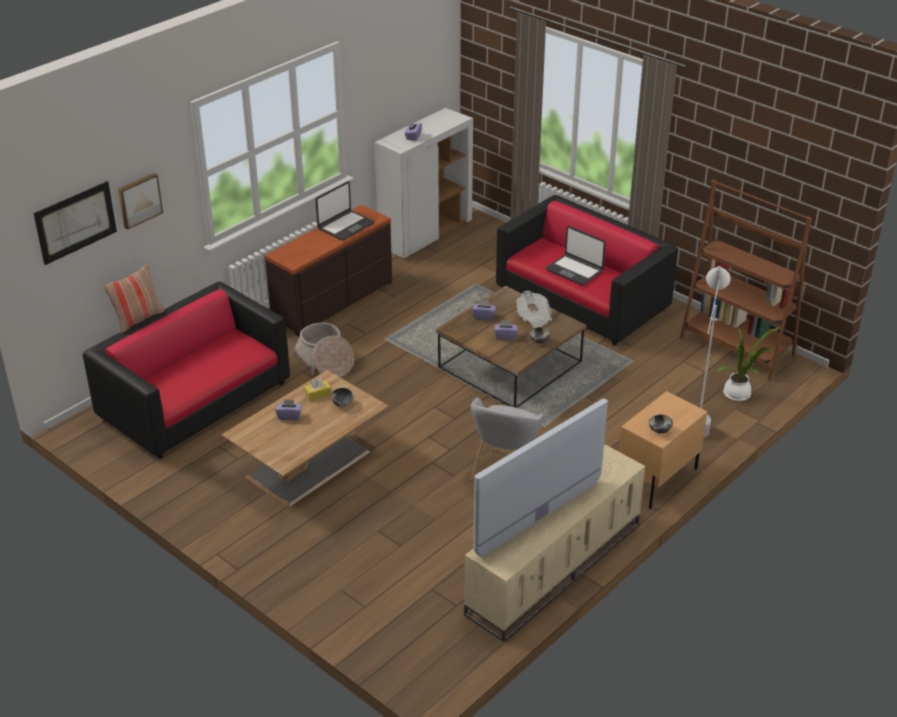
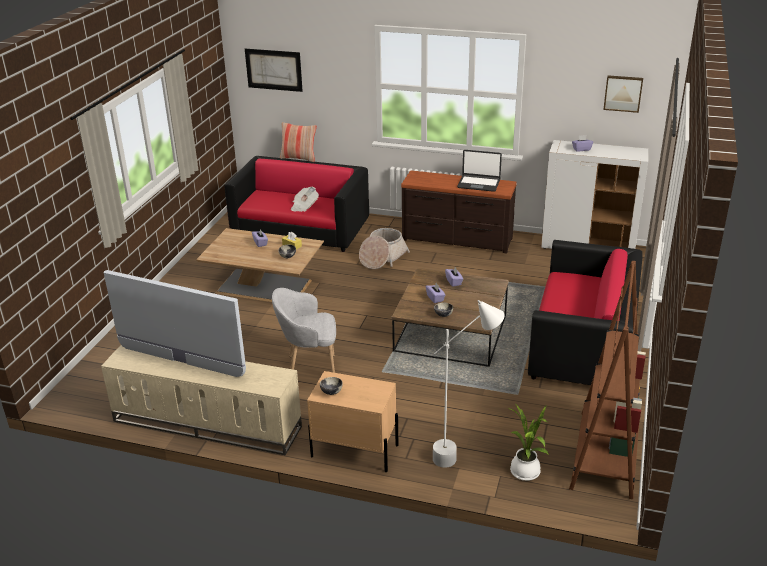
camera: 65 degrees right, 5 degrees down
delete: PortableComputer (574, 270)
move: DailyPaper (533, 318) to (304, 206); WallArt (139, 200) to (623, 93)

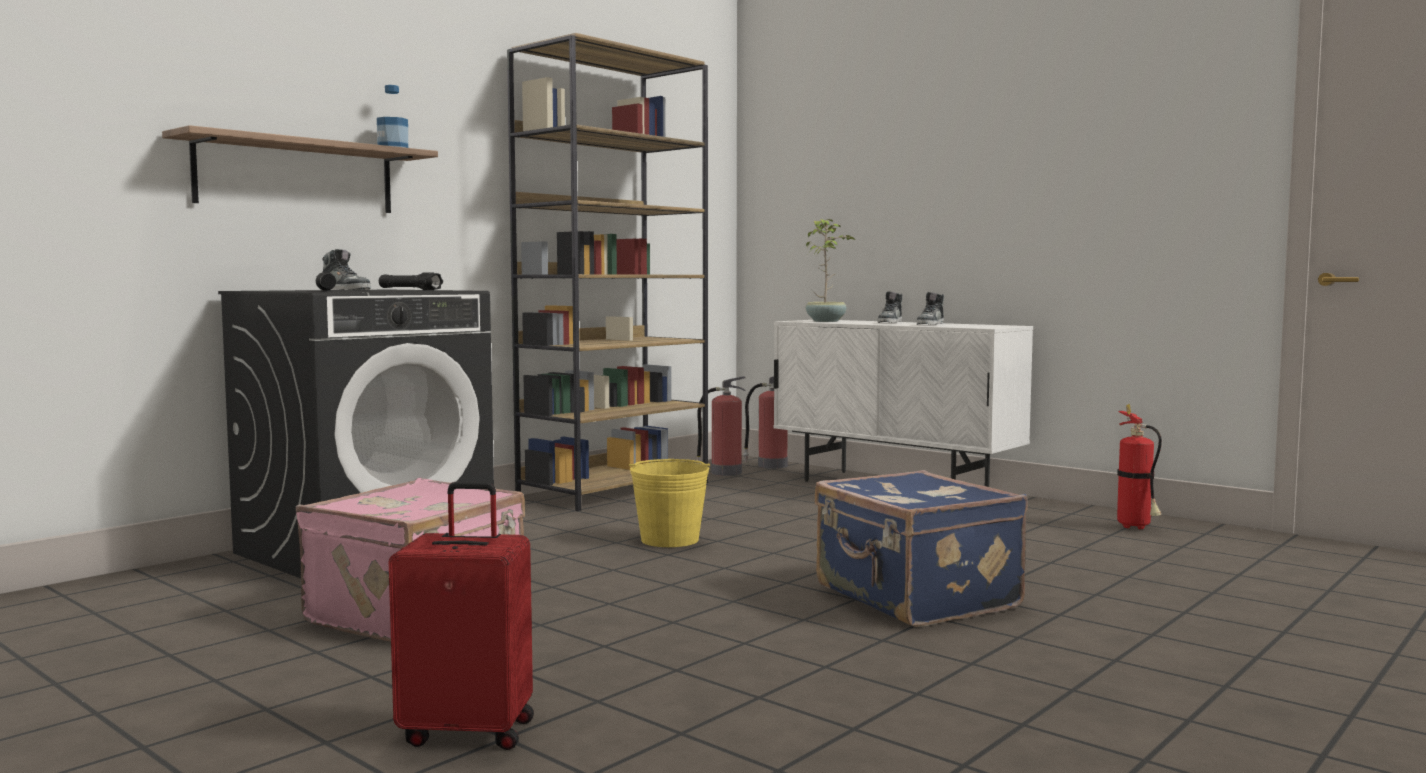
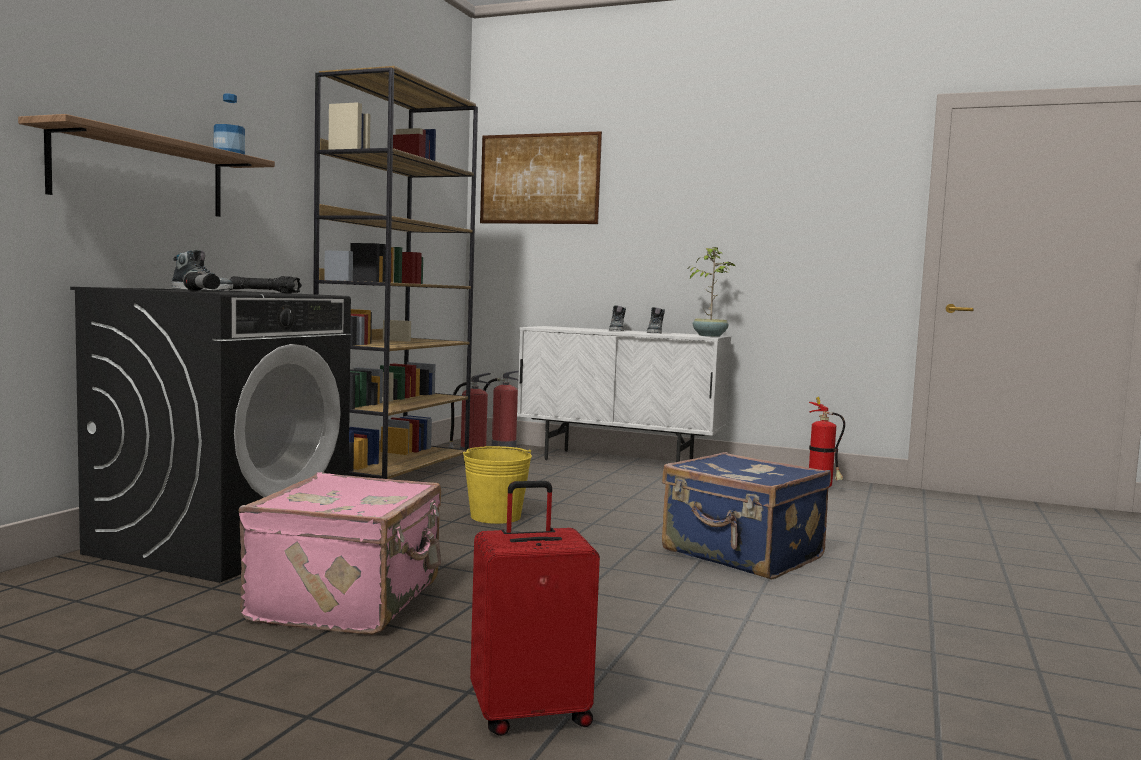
camera: 20 degrees left, 0 degrees up
insert: WallArt (539, 179)
move: PlantInAPot (826, 321) to (710, 336)

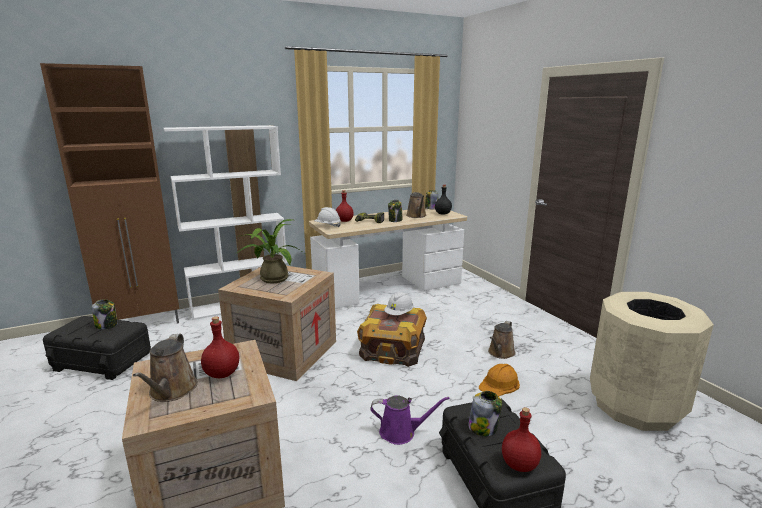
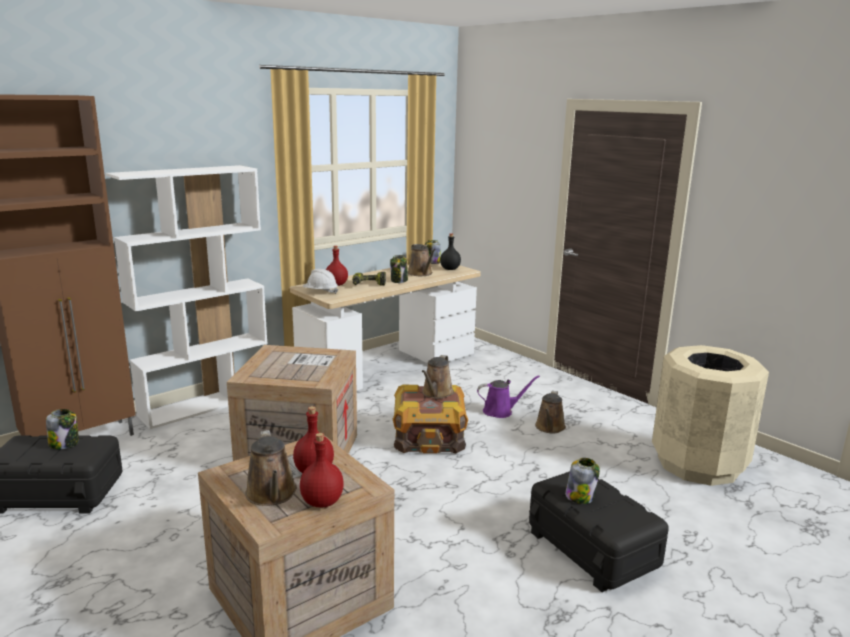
camera: 15 degrees left, 0 degrees up
delete: PlantInAPot (271, 278); OrangeyHardHat (499, 384)
move: RedColouredBeverageBottle (518, 464) to (321, 501); PurpleColouredWateringPot (401, 432) to (500, 411)
replace: WhiteColouredHardHat (399, 314) to BrownishWateringPot (436, 393)

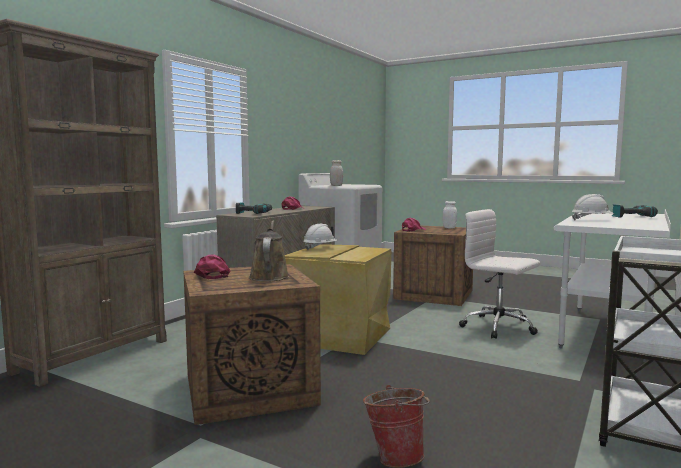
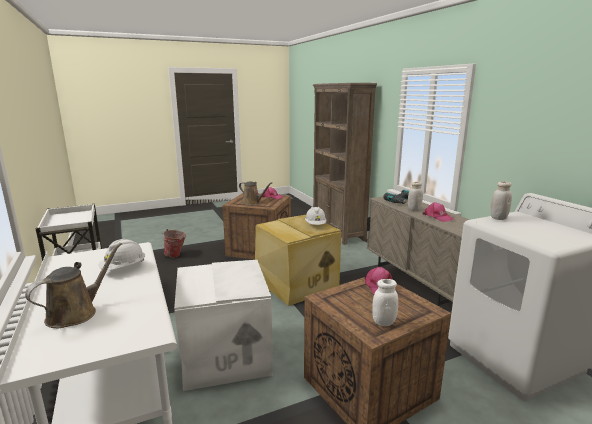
camera: 125 degrees right, 10 degrees up
insert: WhiteColouredJar (414, 209)
replace: PowerDrill (630, 216) to BrownishWateringPot (76, 313); WhiteColouredDeskChair (499, 327) to WhiteColouredStorageBox (224, 356)

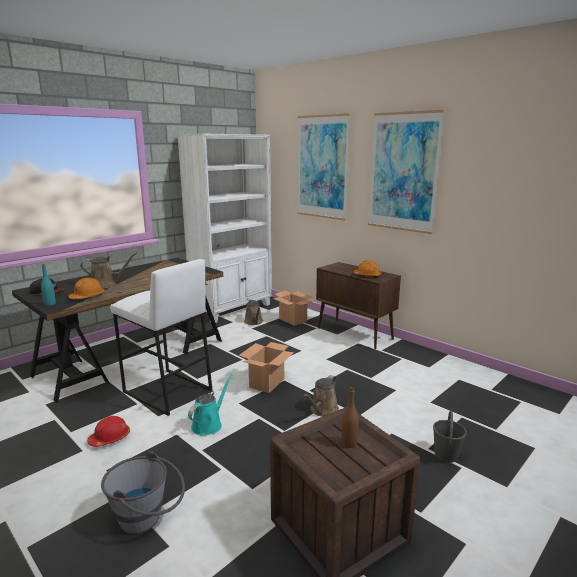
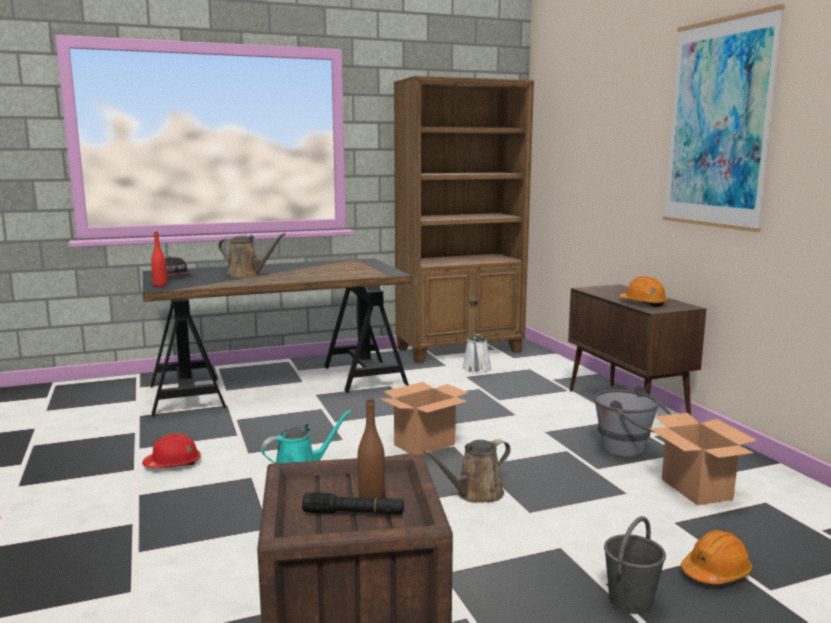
camera: 25 degrees right, 5 degrees down
delete: WhiteColouredStoolSeat (167, 391); WallArt (322, 167)
insert: BlackTorch (354, 513)
move: GreyPail (148, 519) to (631, 450); CardboardBox (293, 320) to (697, 489); OrangeyHardHat (87, 297) to (715, 572)
recolor: TurquoiseBeverageBottle (50, 304) to RedColouredBeverageBottle (160, 285); WhiteColouredBookcase (232, 309) to BrownishBookcase (460, 350); BrownishWateringPot (254, 322) to WhiteColouredWateringPot (476, 370)

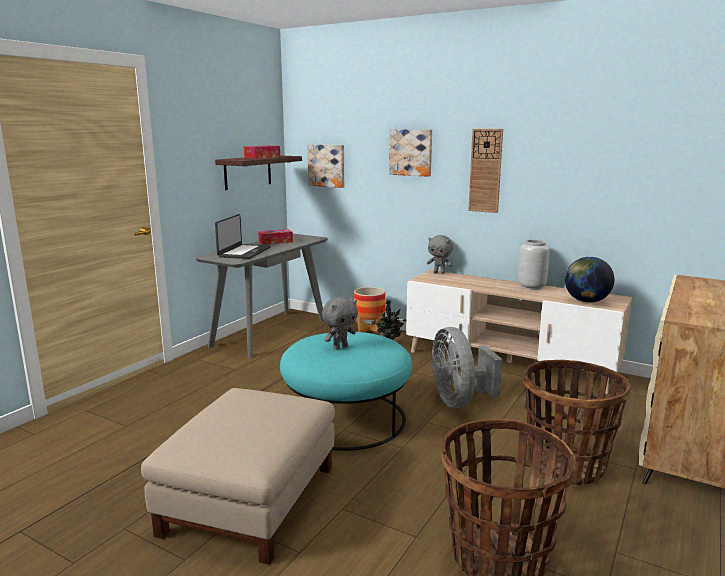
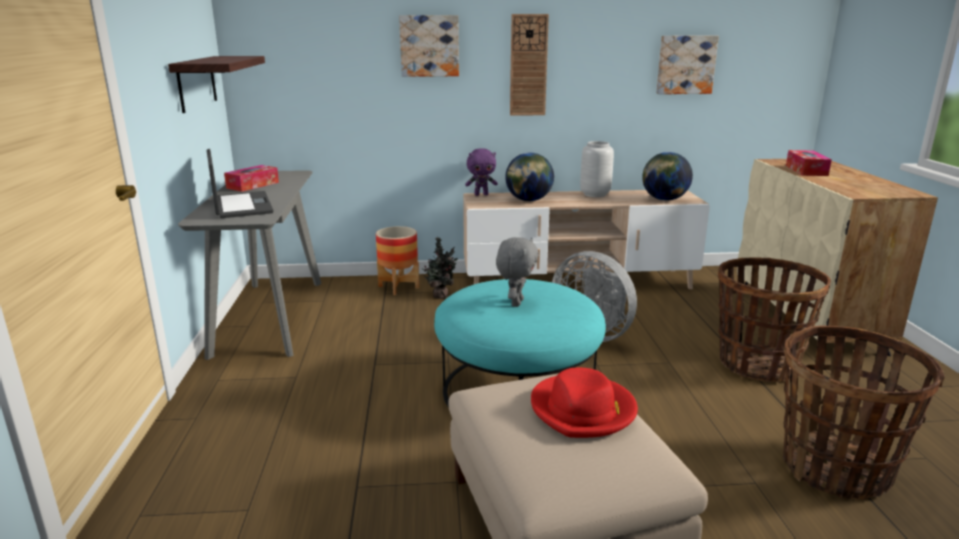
camera: 35 degrees left, 5 degrees up
insert: Globe (528, 200); RedColouredWearableHat (583, 410)
move: WallArt (327, 165) to (685, 64); TissueBox (262, 157) to (806, 170)
recolor: GreyPlushToy (439, 272) to PurpleColouredPlushToy (481, 194)

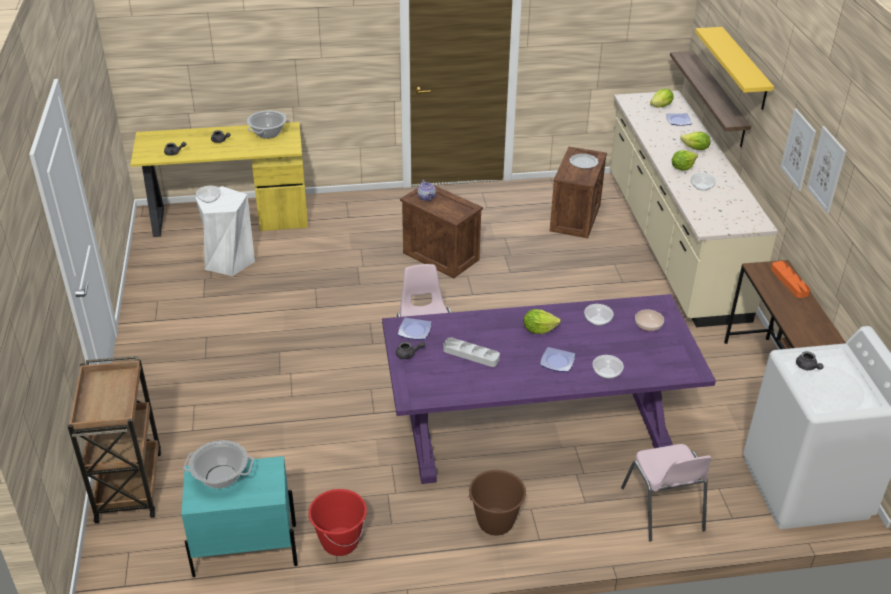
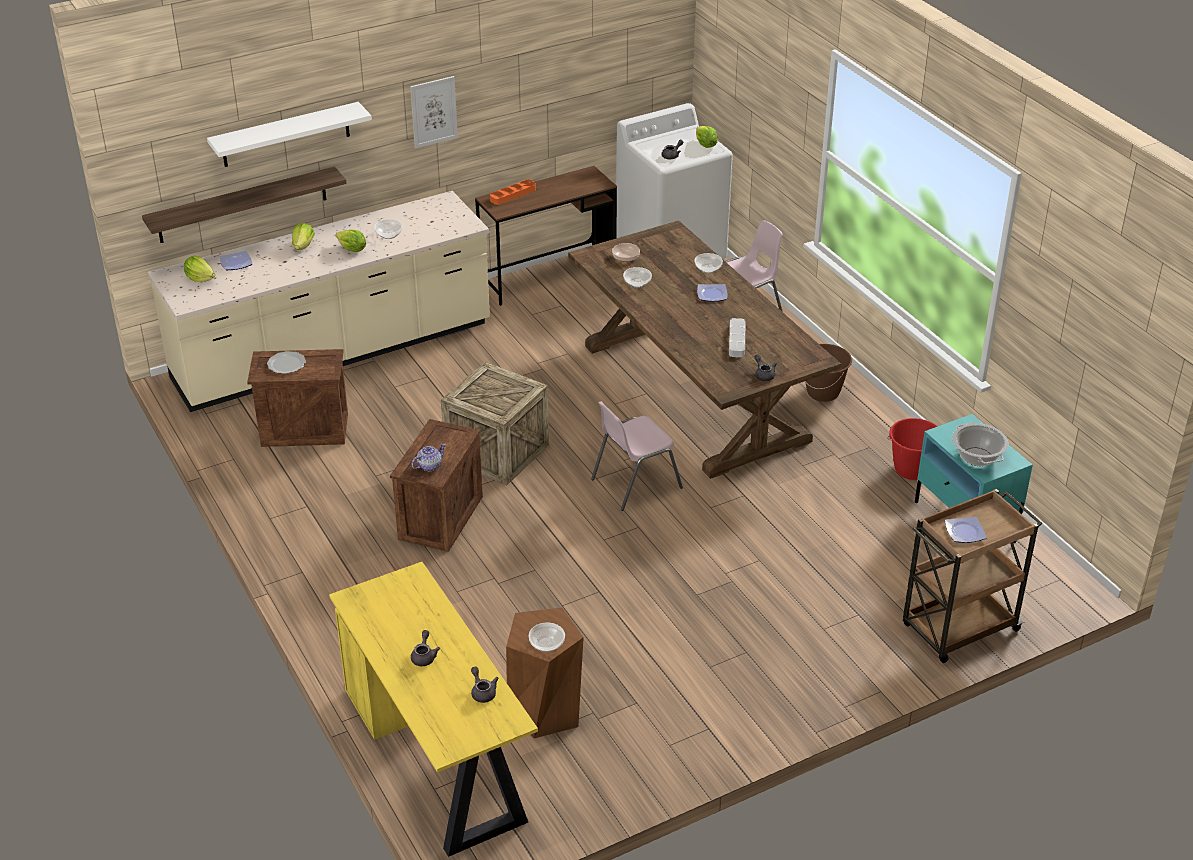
camera: 110 degrees left, 0 degrees up
delete: CookingPot (268, 133); WallArt (826, 169)
insert: Crate (497, 452)
move: Lettuce (539, 329) to (705, 145); FlatDish (414, 331) to (965, 532)
recolor: YellowWallShelf (744, 69) to WhiteColouredWallShelf (285, 135); WhiteColouredStoolSeat (229, 261) to BrownishStoolSeat (546, 710); PurpleColouredDiningTable (536, 427) to BrownishDiningTable (693, 392)

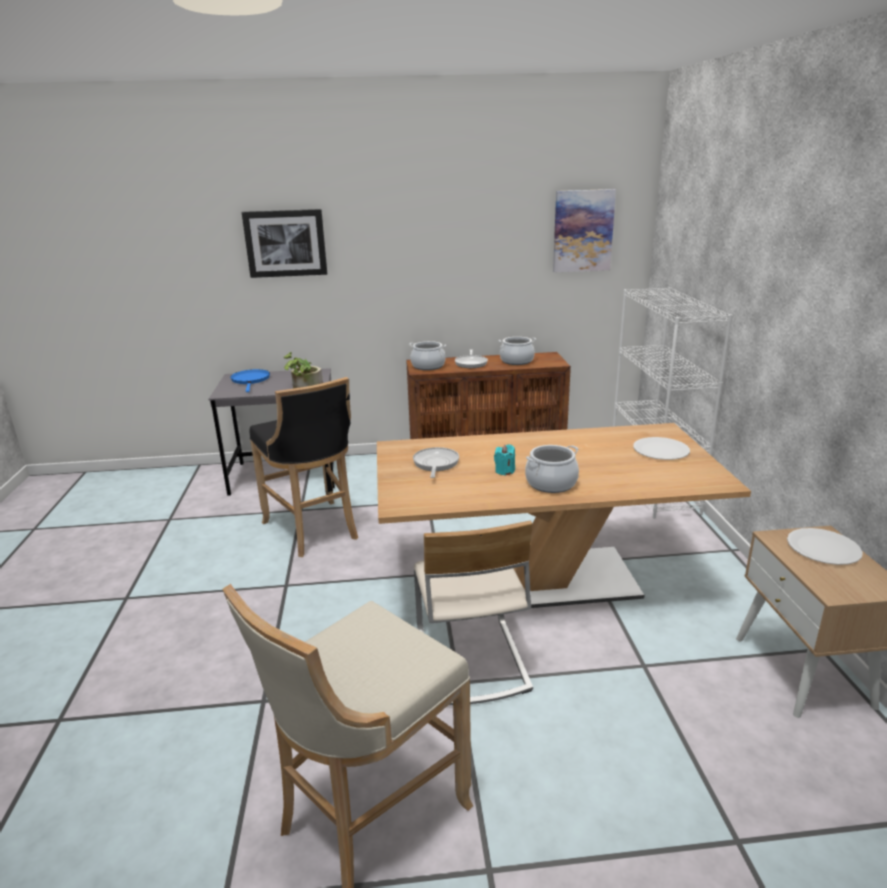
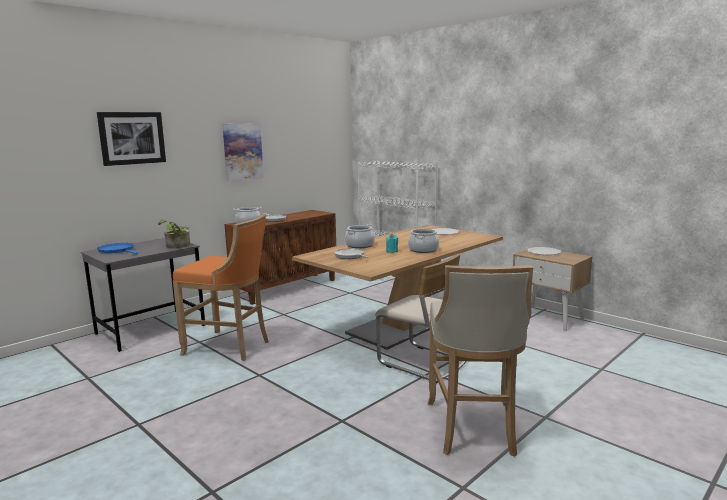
camera: 40 degrees left, 10 degrees down
move: WallArt (583, 231) to (242, 151); CookingPot (517, 361) to (360, 245)
recolor: BlackStoolSeat (314, 531) to OrangeyStoolSeat (230, 347)

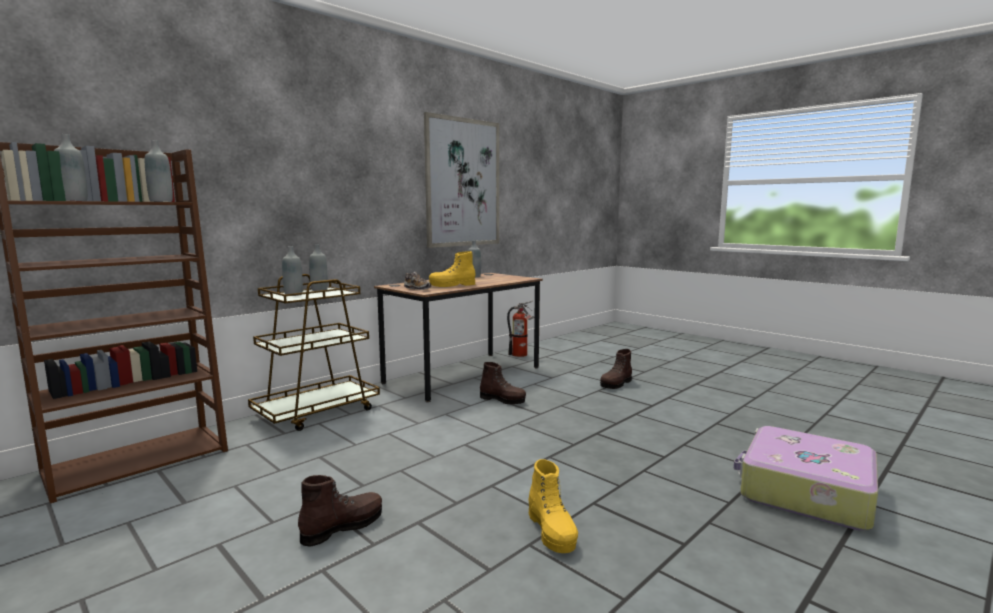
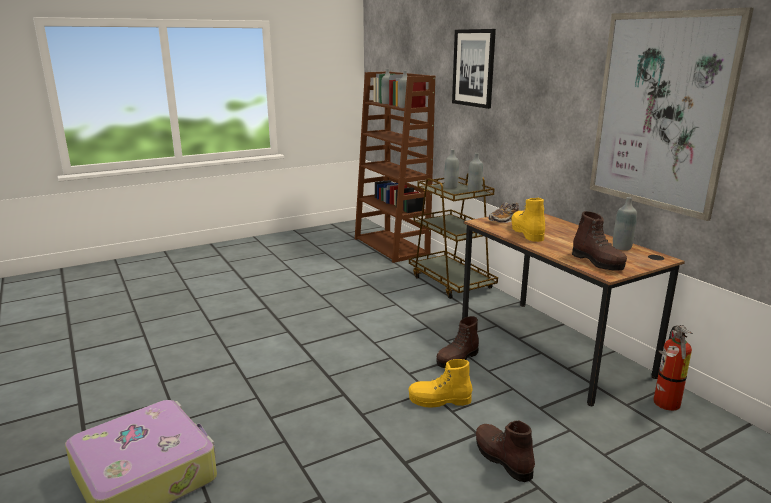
camera: 105 degrees right, 10 degrees up
insert: WallArt (473, 68)
move: YellowHighTopBoot (552, 531) to (439, 400); BrownishHighTopBoot (342, 527) to (598, 262)

